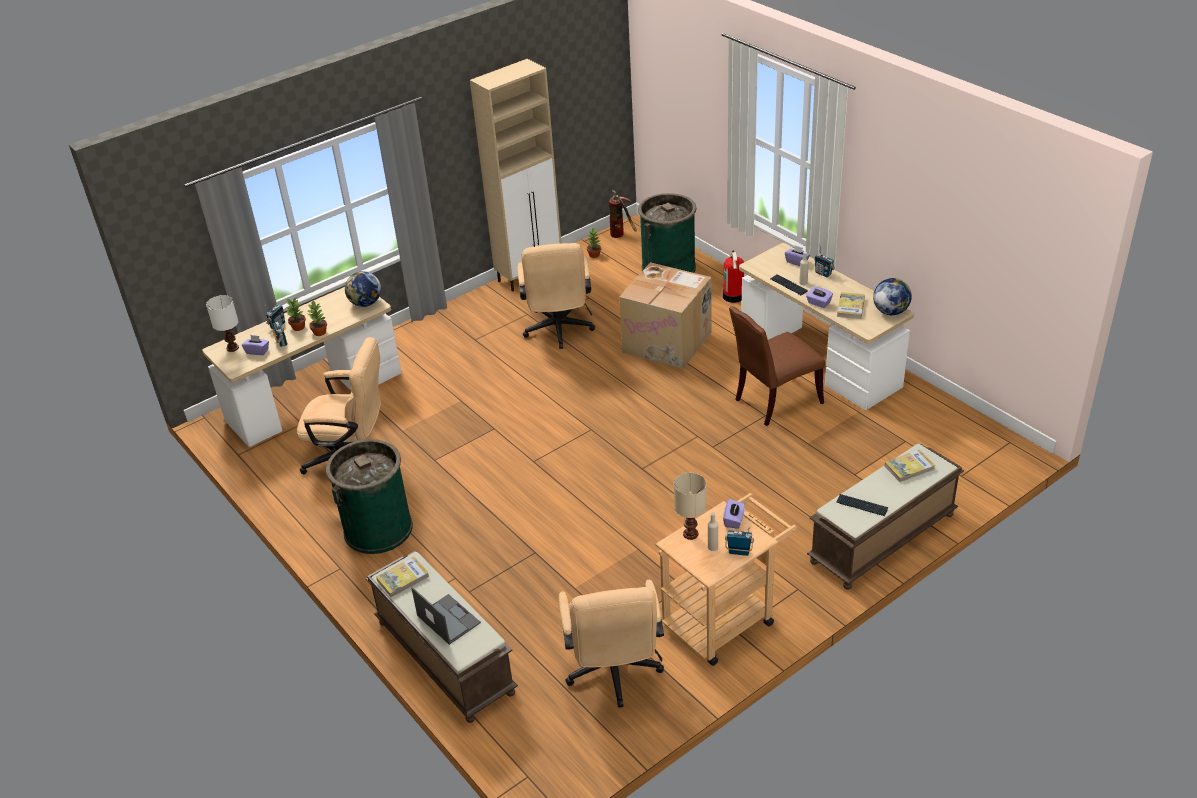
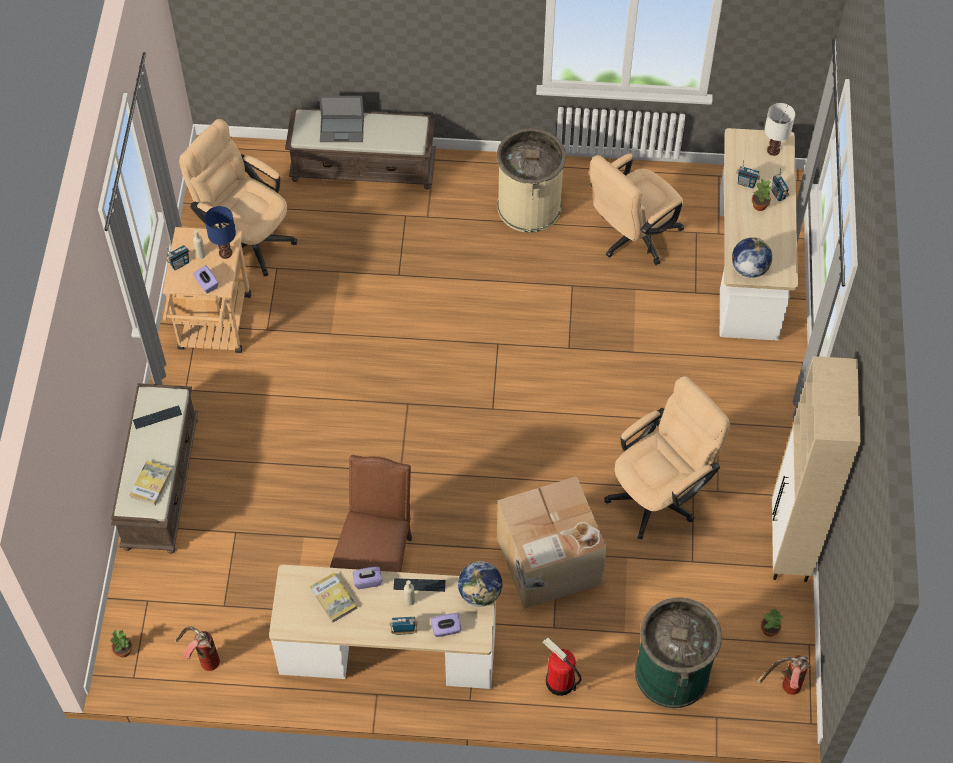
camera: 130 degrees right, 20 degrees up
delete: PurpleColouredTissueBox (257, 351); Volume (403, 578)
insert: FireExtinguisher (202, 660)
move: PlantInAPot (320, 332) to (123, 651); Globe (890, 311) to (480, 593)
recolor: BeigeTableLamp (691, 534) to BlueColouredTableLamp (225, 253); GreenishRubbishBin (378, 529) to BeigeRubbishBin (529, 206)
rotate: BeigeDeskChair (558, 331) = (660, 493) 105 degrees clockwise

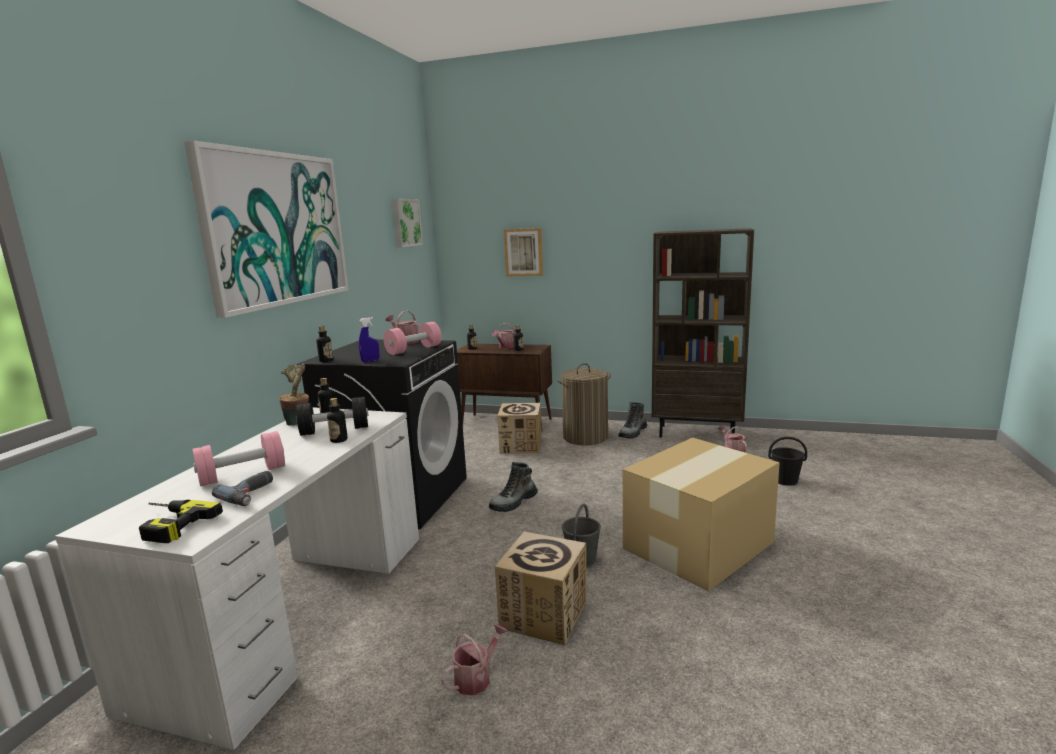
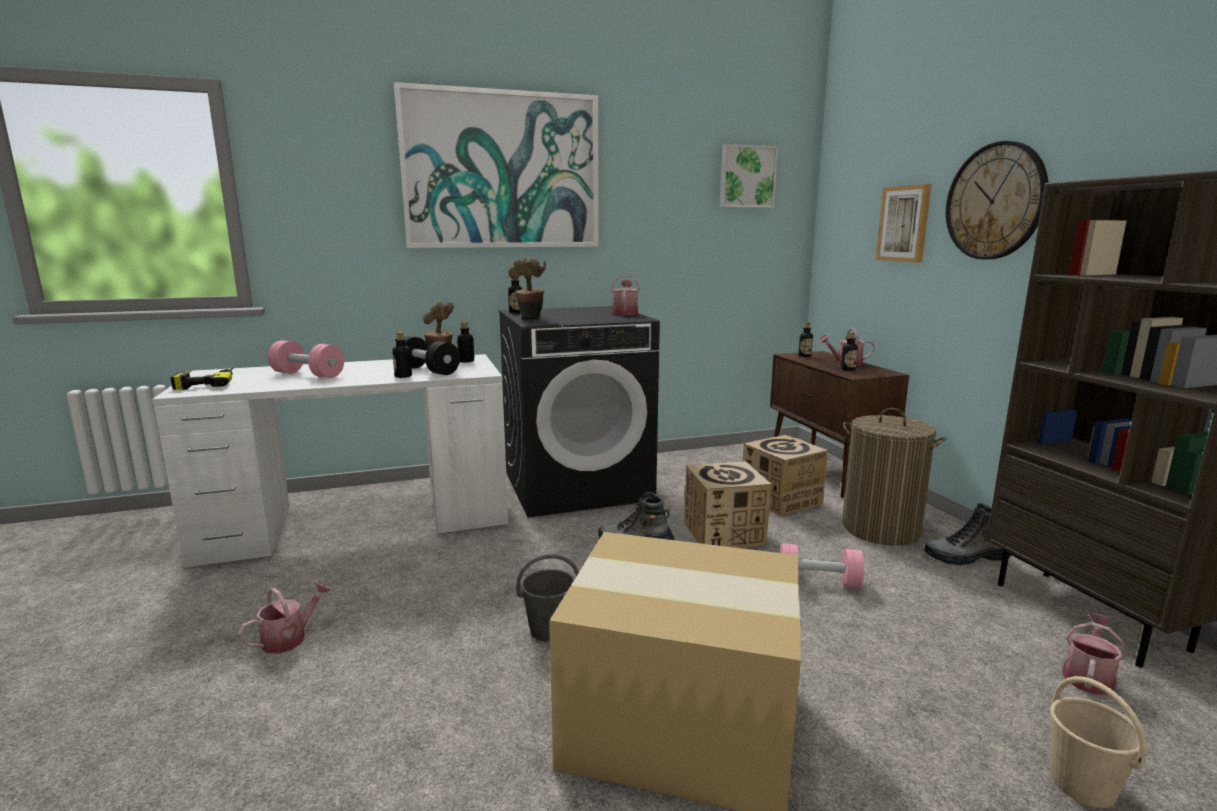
camera: 55 degrees right, 0 degrees up
delete: PowerDrill (252, 494)
insert: WallClock (995, 201)
move: CardboardBox (544, 614) to (724, 533); PinkHandWeight (414, 350) to (818, 582)
replace: BlueColouredSprayer (370, 361) to PlantInAPot (530, 318)
recolor: BlackPail (786, 480) to BeigePail (1083, 786)
rotate: WateringPot (476, 678) = (290, 638) 60 degrees counterclockwise

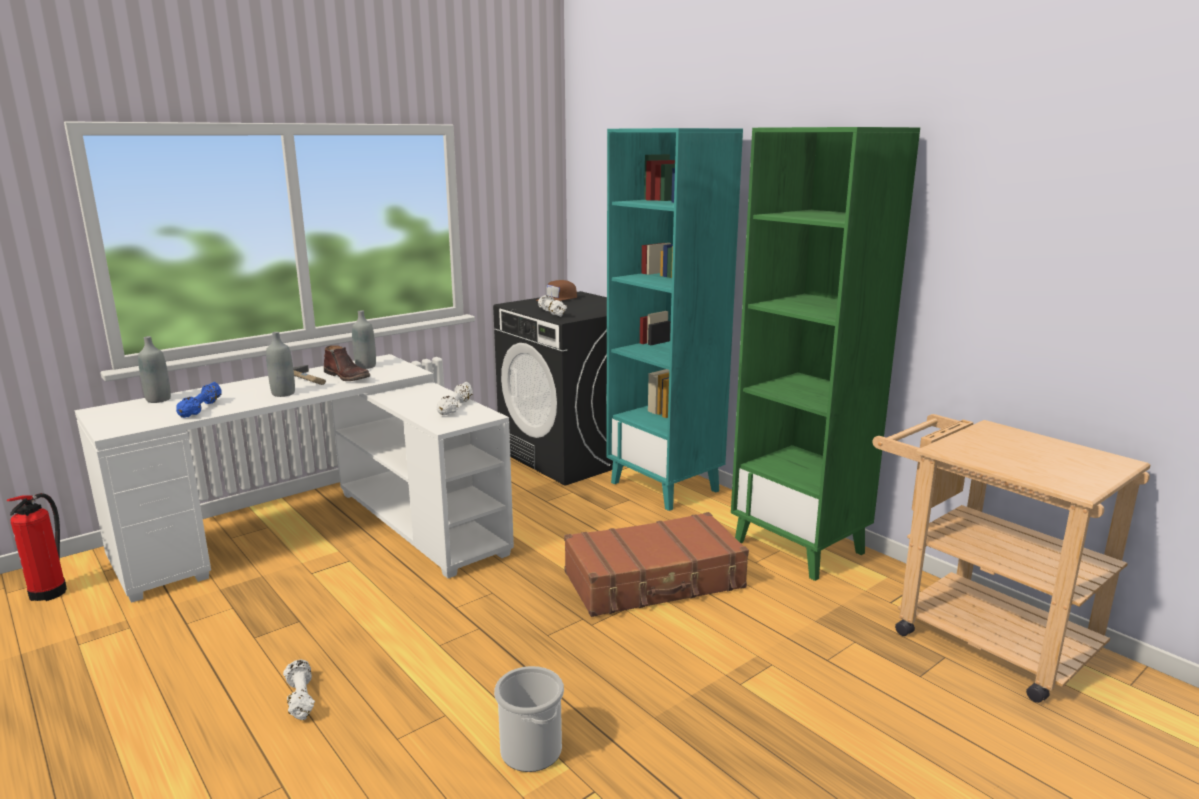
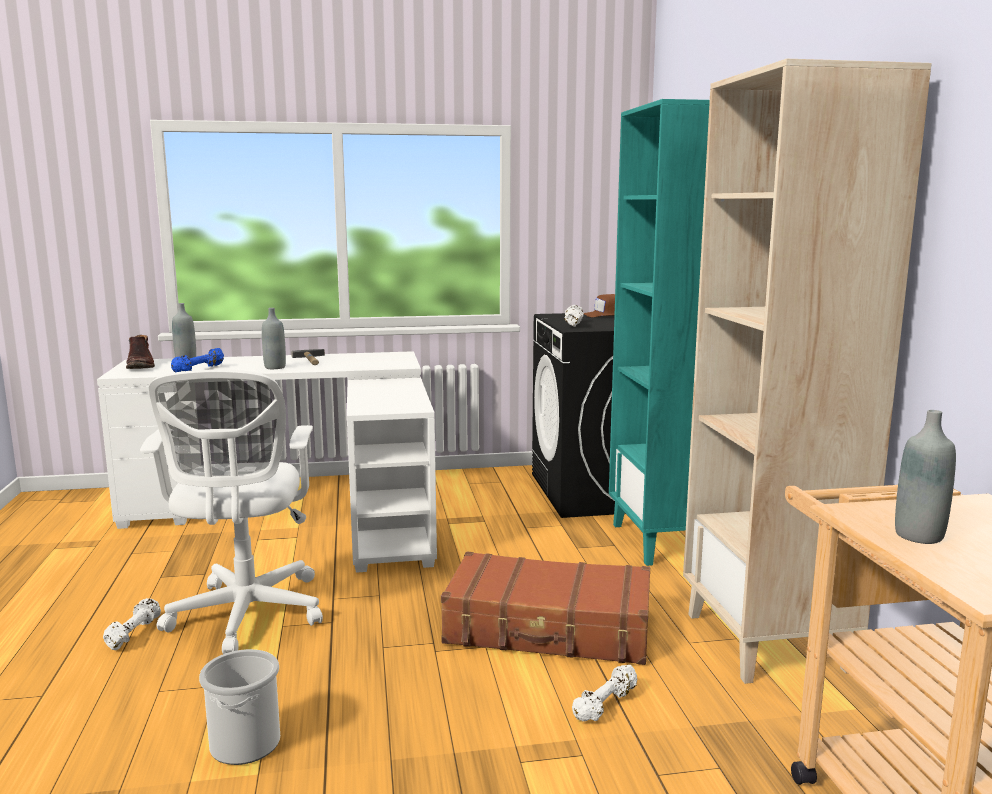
camera: 30 degrees right, 5 degrees down
delete: FireExtinguisher (51, 591)
insert: WhiteColouredDeskChair (246, 616)
move: BrownishHighTopBoot (348, 377) to (141, 366); WhiteColouredHandWeight (456, 408) to (606, 706); GreyBeverageBottle (366, 366) to (919, 536)
recolor: GreenishBookcase (800, 547) to BeigeBookcase (767, 642)

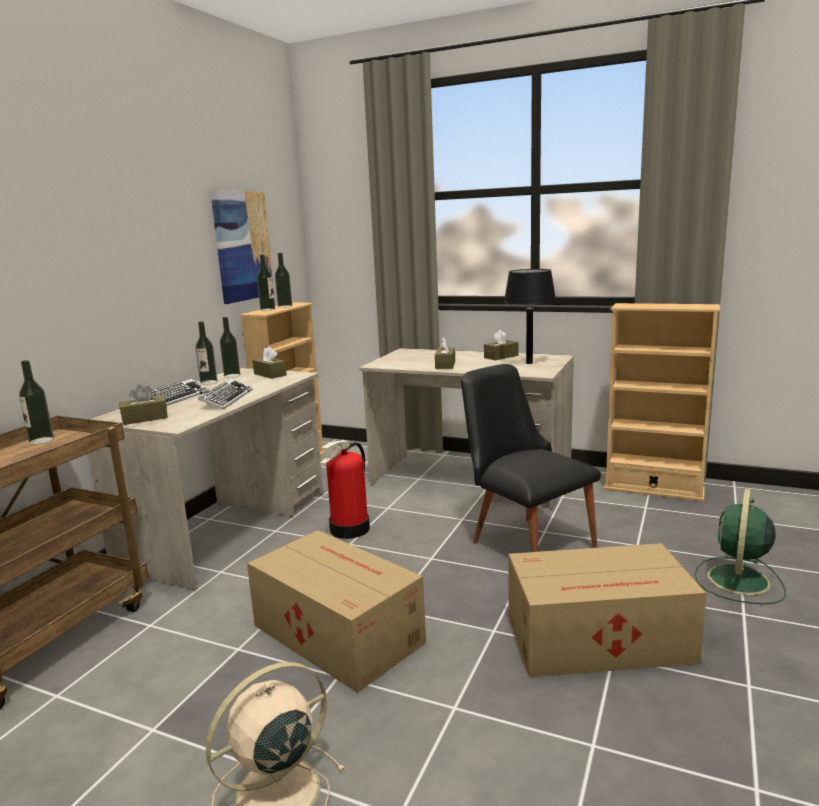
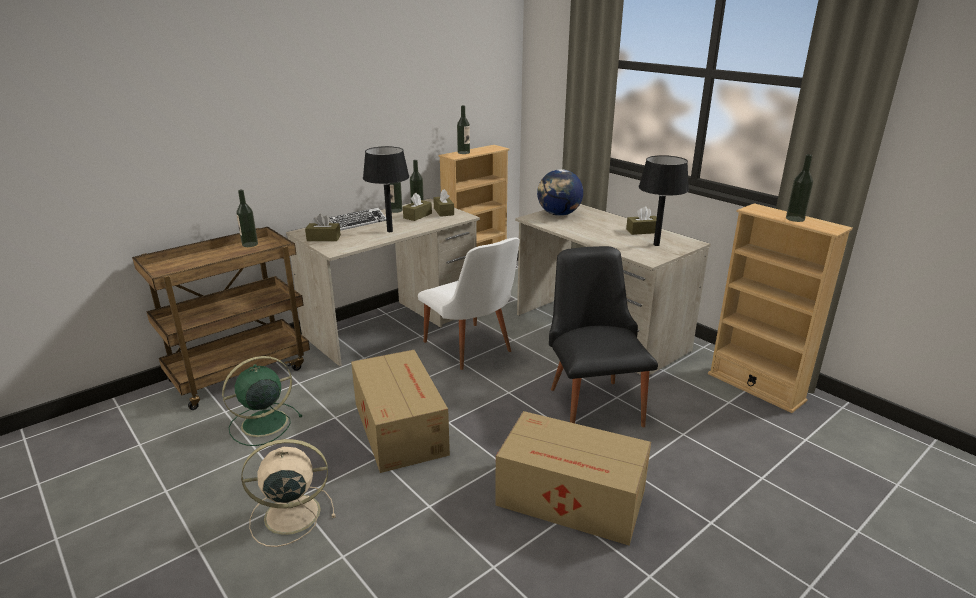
camera: 25 degrees right, 10 degrees up
delete: WallArt (243, 246)
insert: Globe (559, 214)
move: GreenishElectricFan (738, 581) to (262, 424); BrownishTissueBox (445, 365) to (417, 216); BeverageBottle (285, 306) to (795, 219)
replace: Keyboard (226, 399) to BlackTableLamp (390, 231); FireExtinguisher (350, 529) to WhiteColouredChair (471, 350)

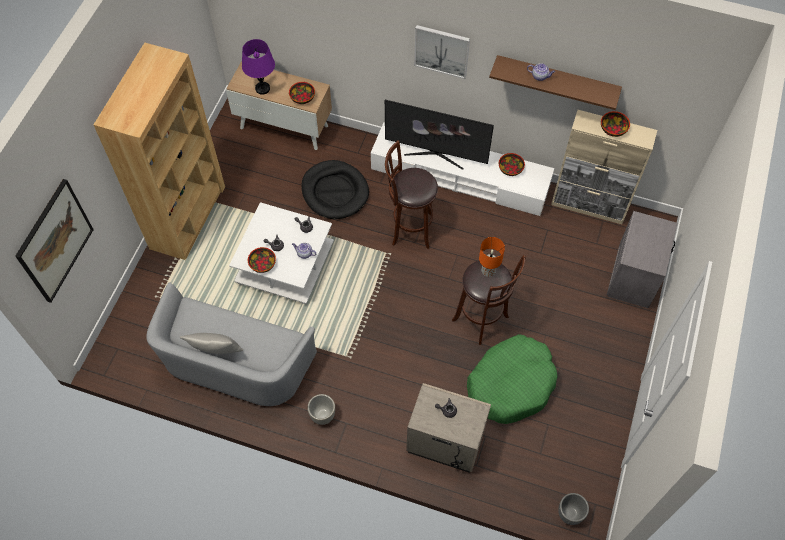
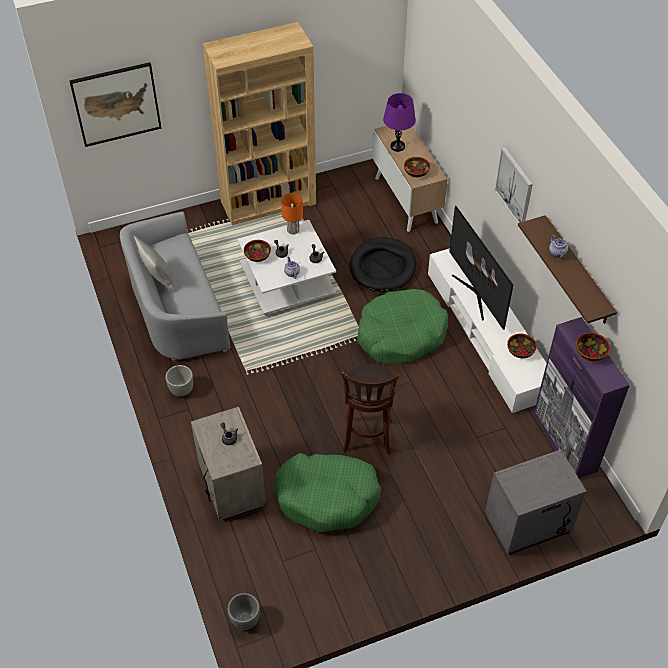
camera: 50 degrees right, 10 degrees down
move: OrangeyTableLamp (488, 270) to (293, 230)
replace: BrownishStoolSeat (409, 229) to GreenishDogCushion (400, 334)
recolor: BeigeCupboard (589, 205) to PurpleColouredCupboard (565, 442)

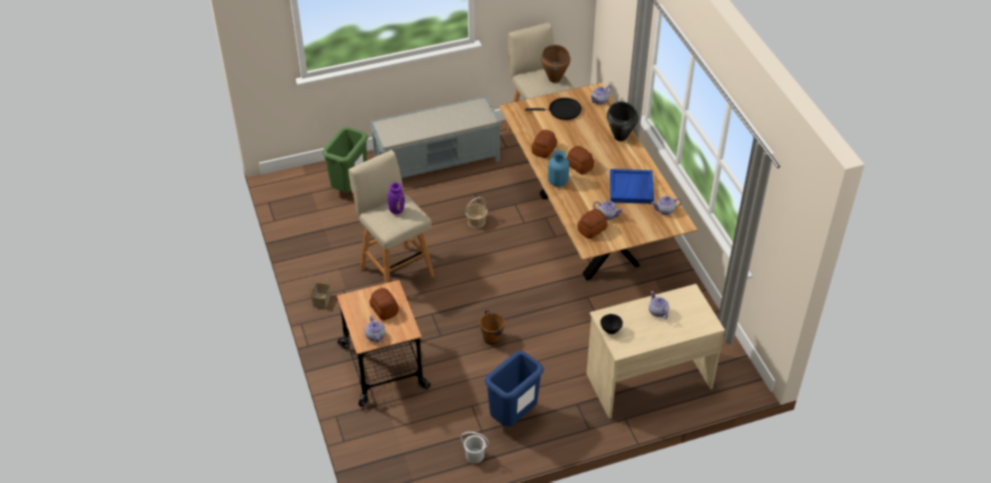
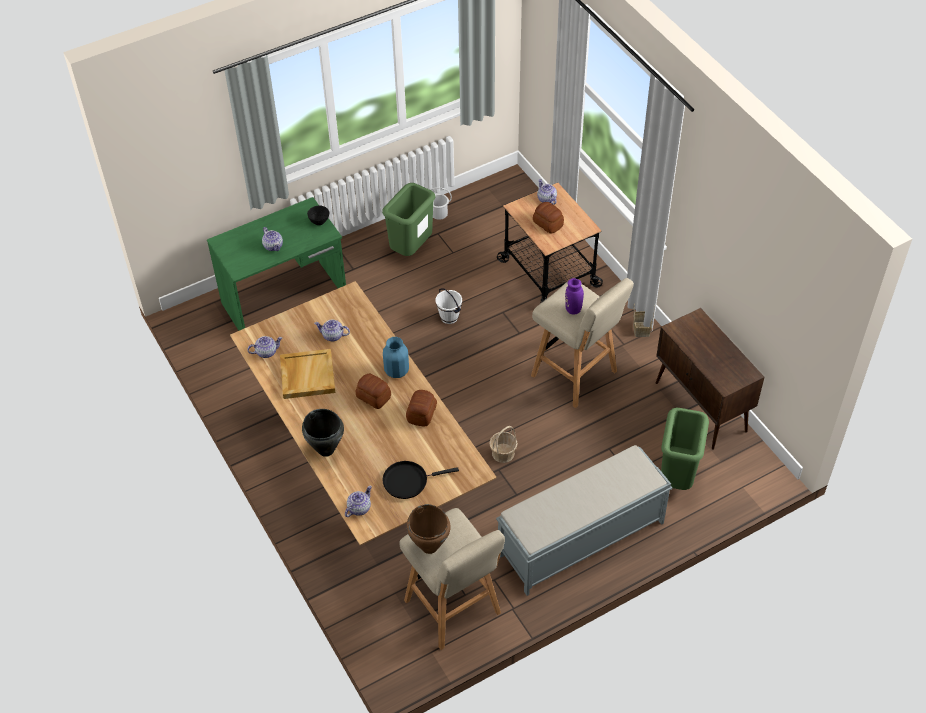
camera: 170 degrees right, 5 degrees up
delete: BakeryBread (592, 229)
insert: BrownishCupboard (701, 408)
recolor: BeigeDeskUnit (648, 380) to GreenishDeskUnit (285, 301); BlueColouredCarryingTray (631, 188) to BeigeCarryingTray (307, 375); BlueColouredRubbishBin (513, 417) to GreenishRubbishBin (411, 249); BrownishPail (491, 338) to WhiteColouredPail (449, 317)

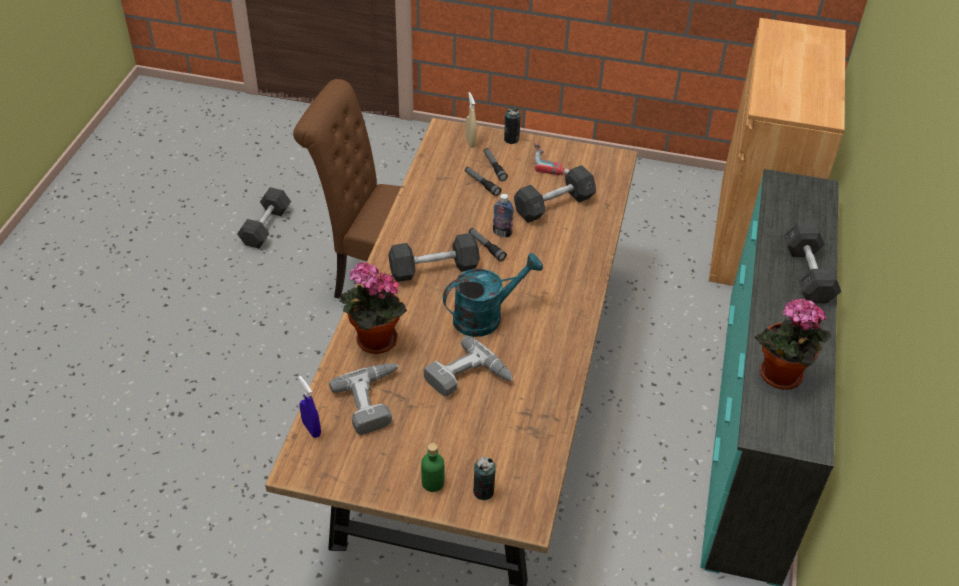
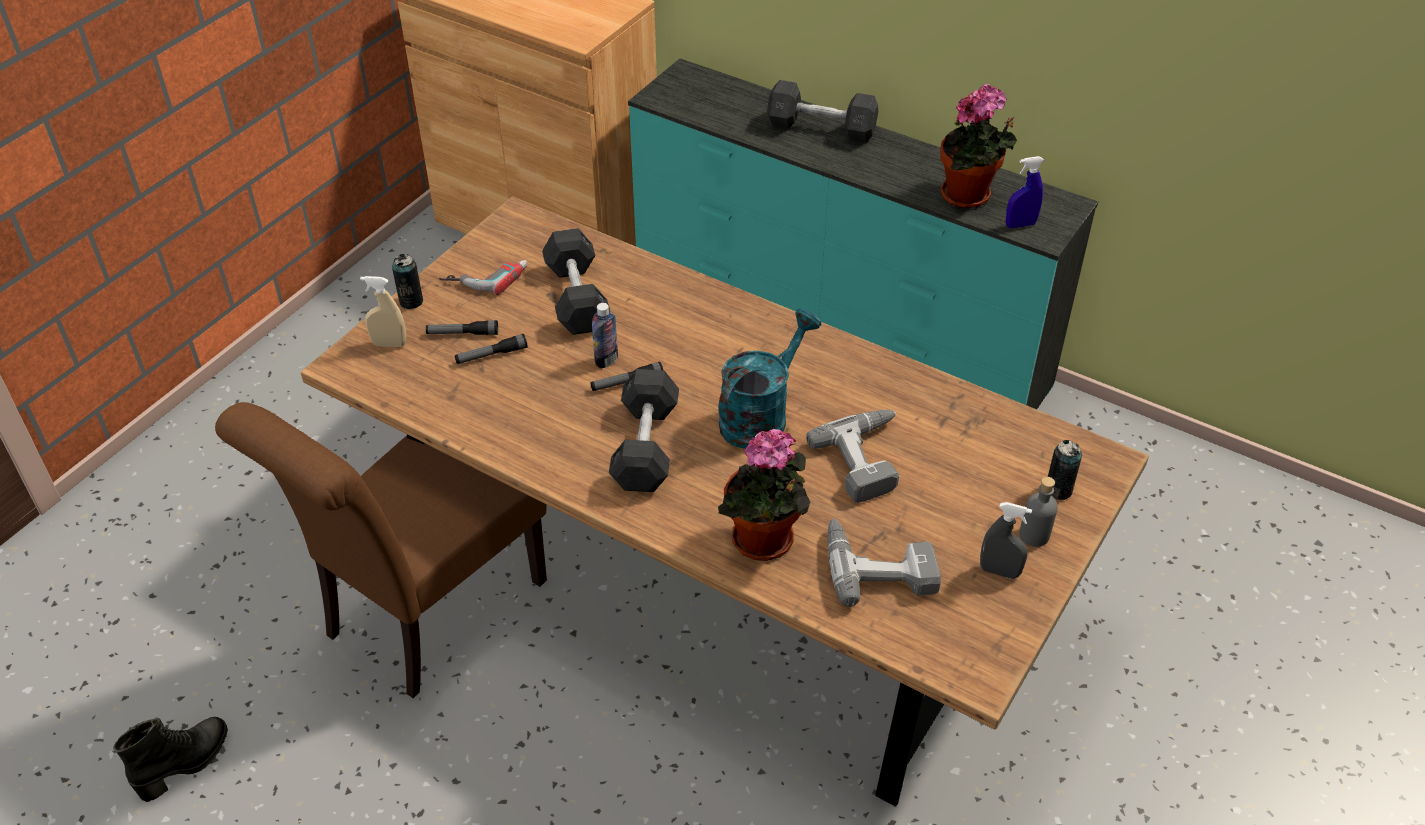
camera: 70 degrees left, 0 degrees up
insert: GreySprayer (999, 571)
move: BlueColouredSprayer (311, 429) to (1020, 225)
replace: GreyHandWeight (266, 227) to BlackHighTopBoot (185, 764)
recolor: GreenishBeverageBottle (433, 482) to GreyBeverageBottle (1034, 535)
rotate: TurquoiseWateringPot (486, 316) = (760, 416) 45 degrees clockwise

